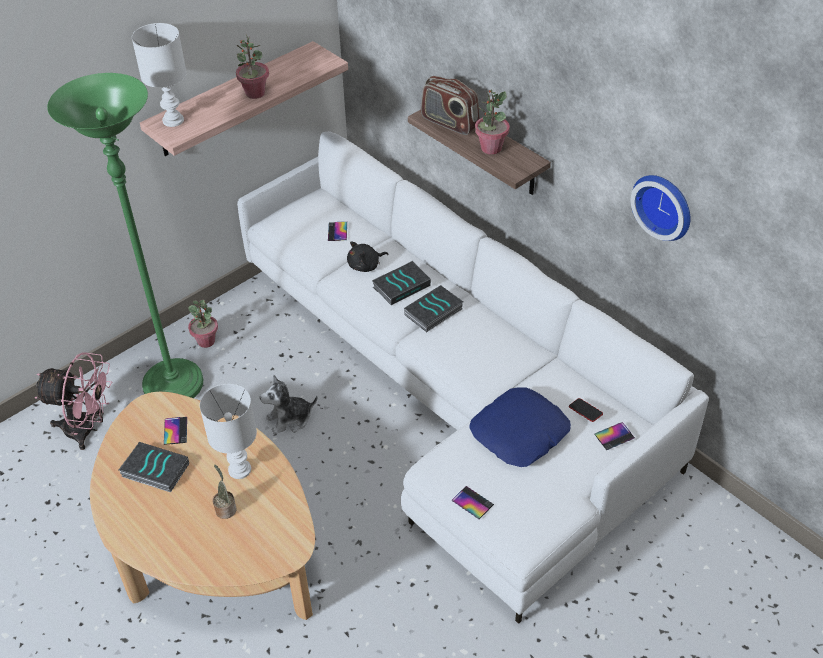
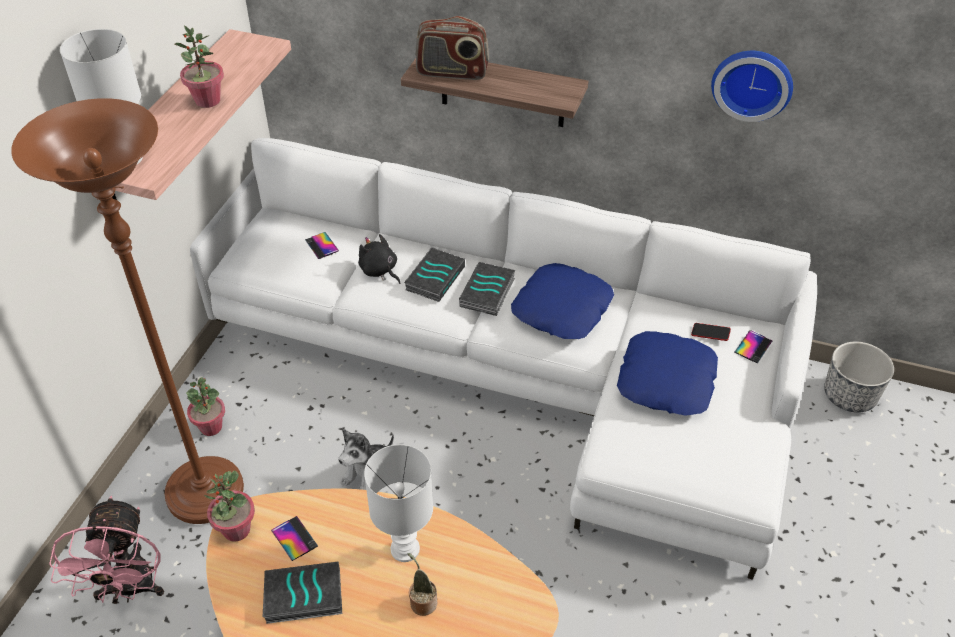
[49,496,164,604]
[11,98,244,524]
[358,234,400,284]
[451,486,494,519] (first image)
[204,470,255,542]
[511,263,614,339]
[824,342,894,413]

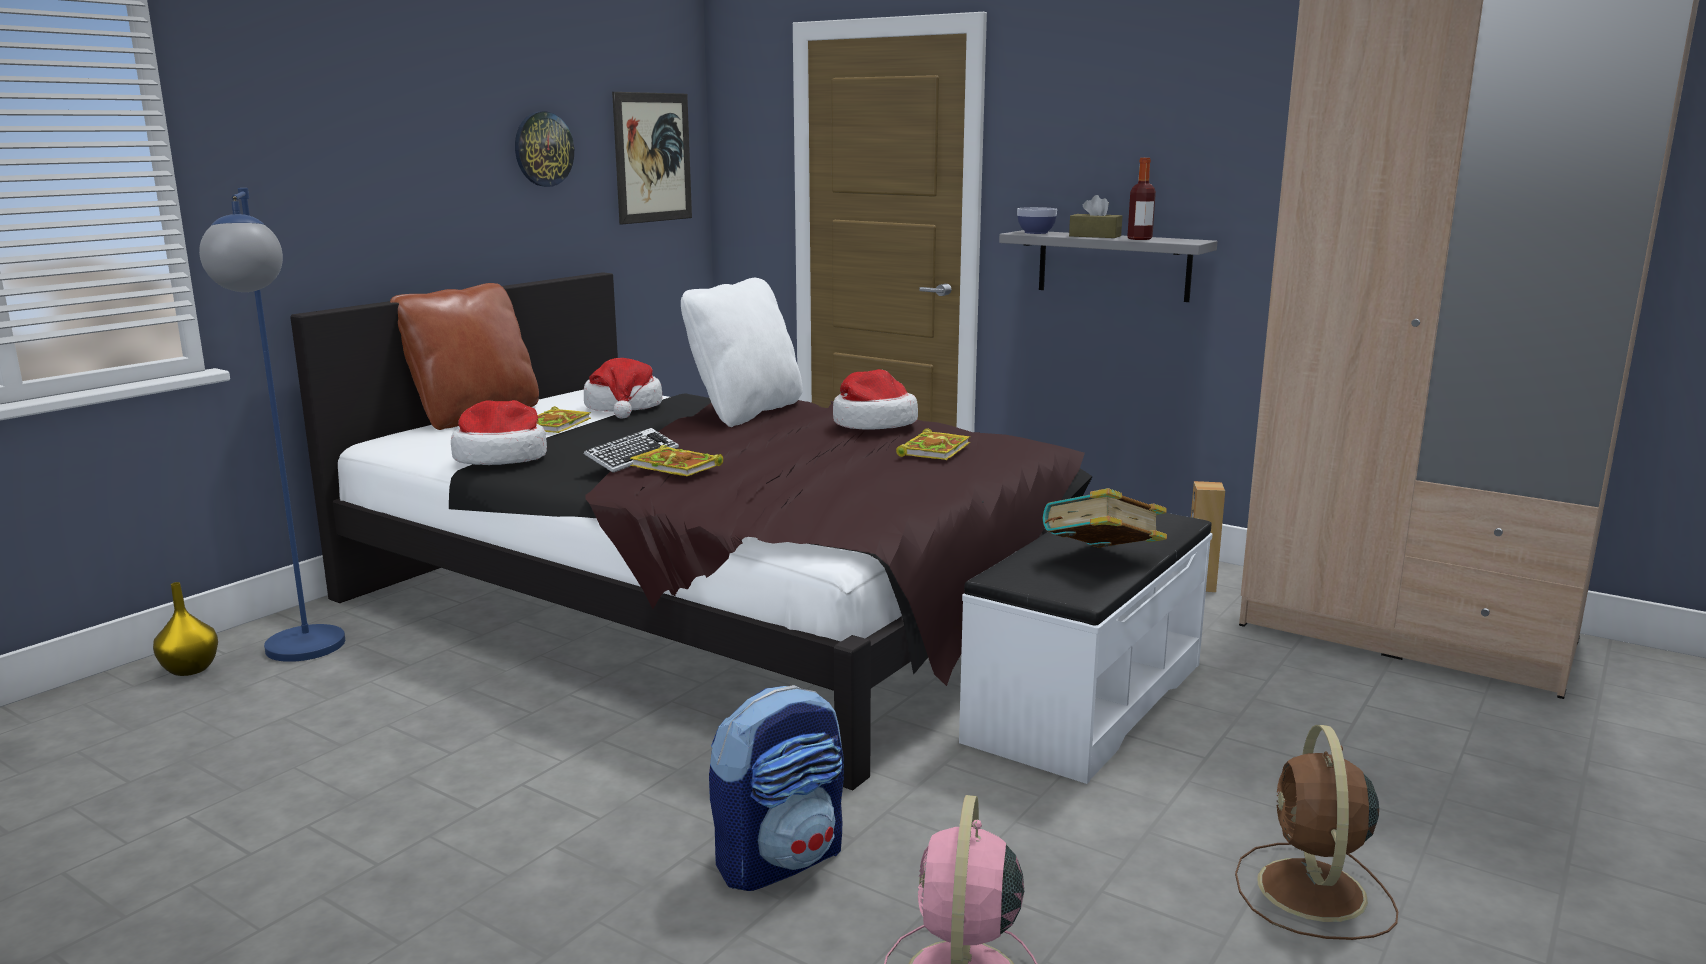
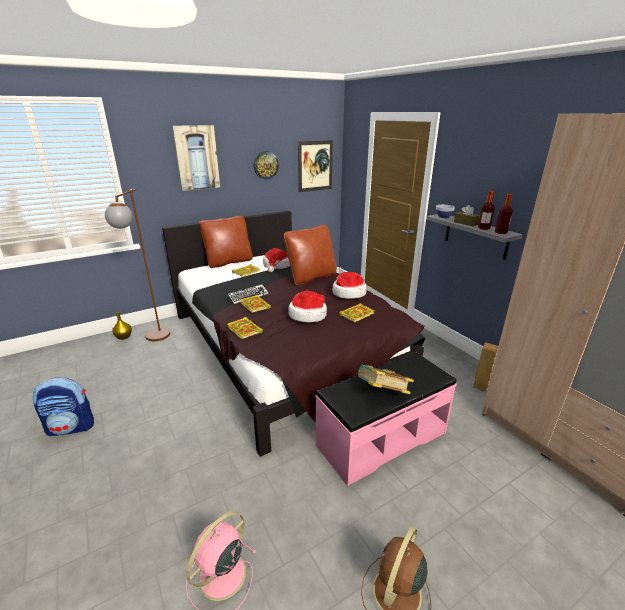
[105,189,170,341]
[288,291,327,323]
[284,225,337,285]
[32,377,94,436]
[315,353,457,486]
[172,125,220,191]
[227,317,263,339]
[495,194,513,234]

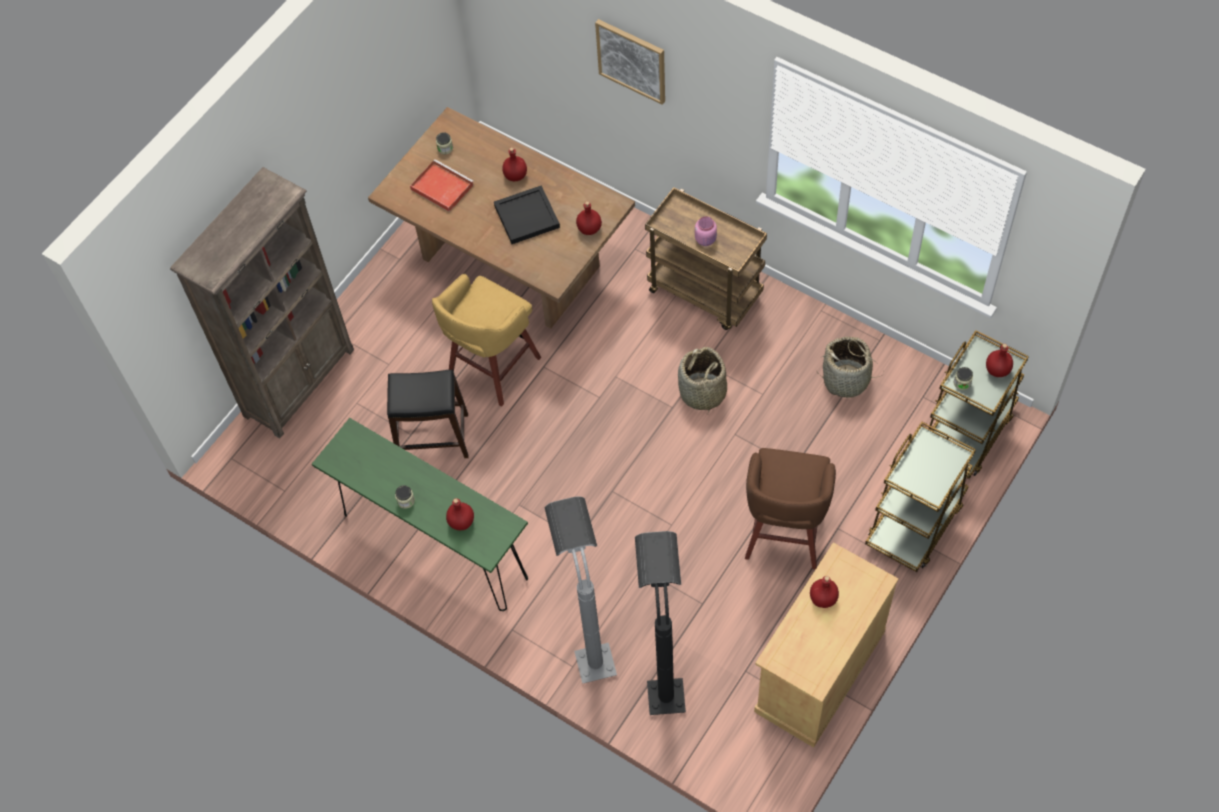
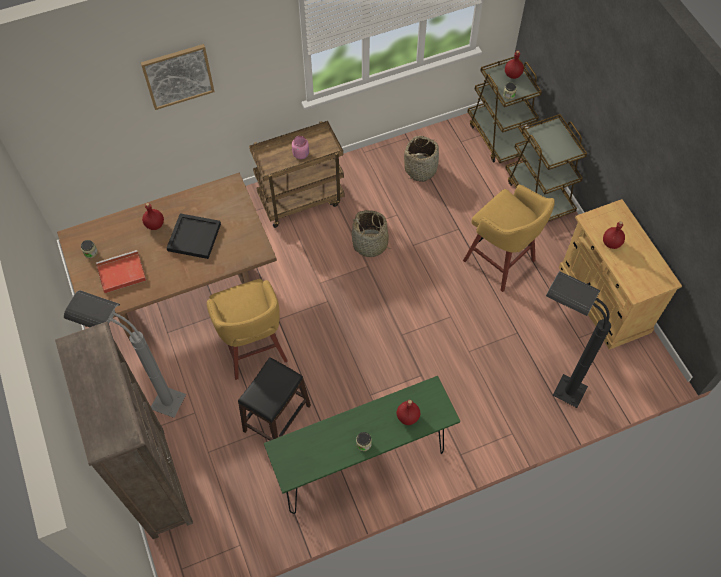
[64,290,186,418]
[576,201,602,235] (first image)
[463,185,555,292]

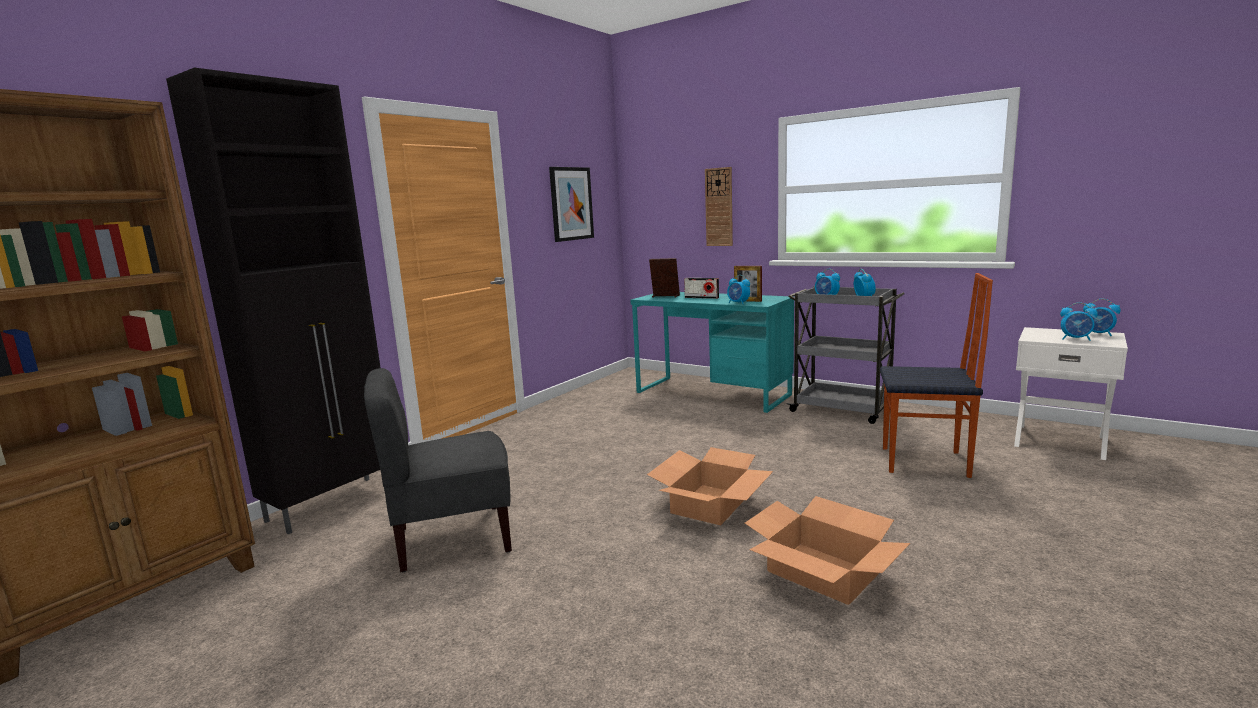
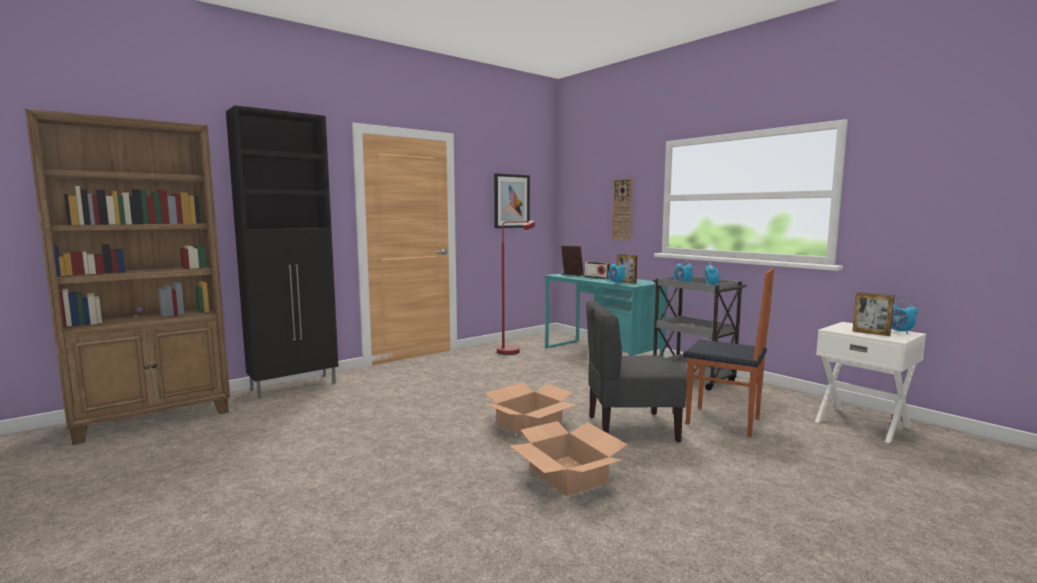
[586,301,687,443]
[853,292,894,336]
[497,220,536,355]

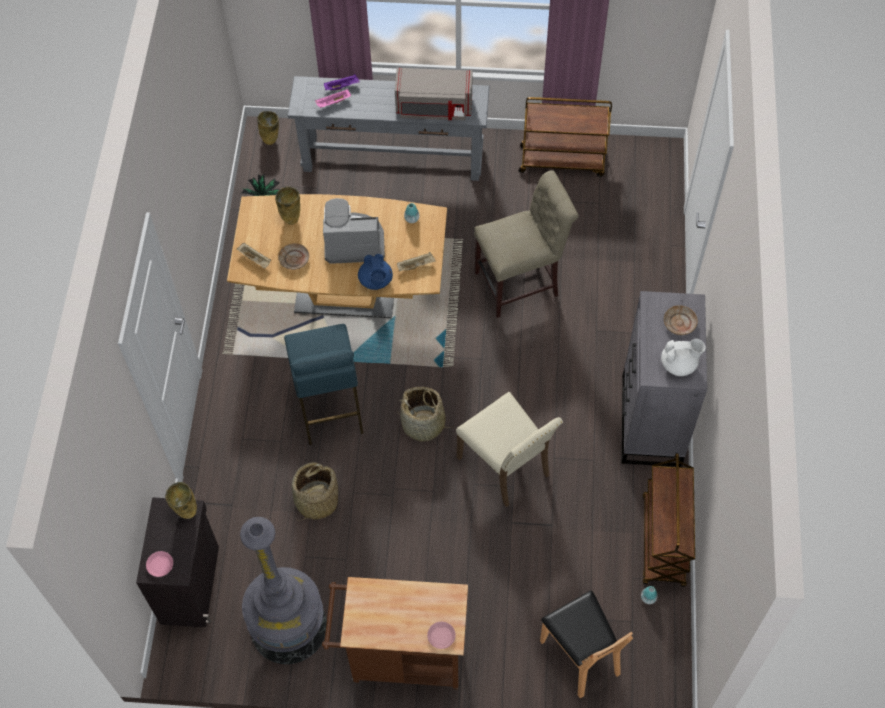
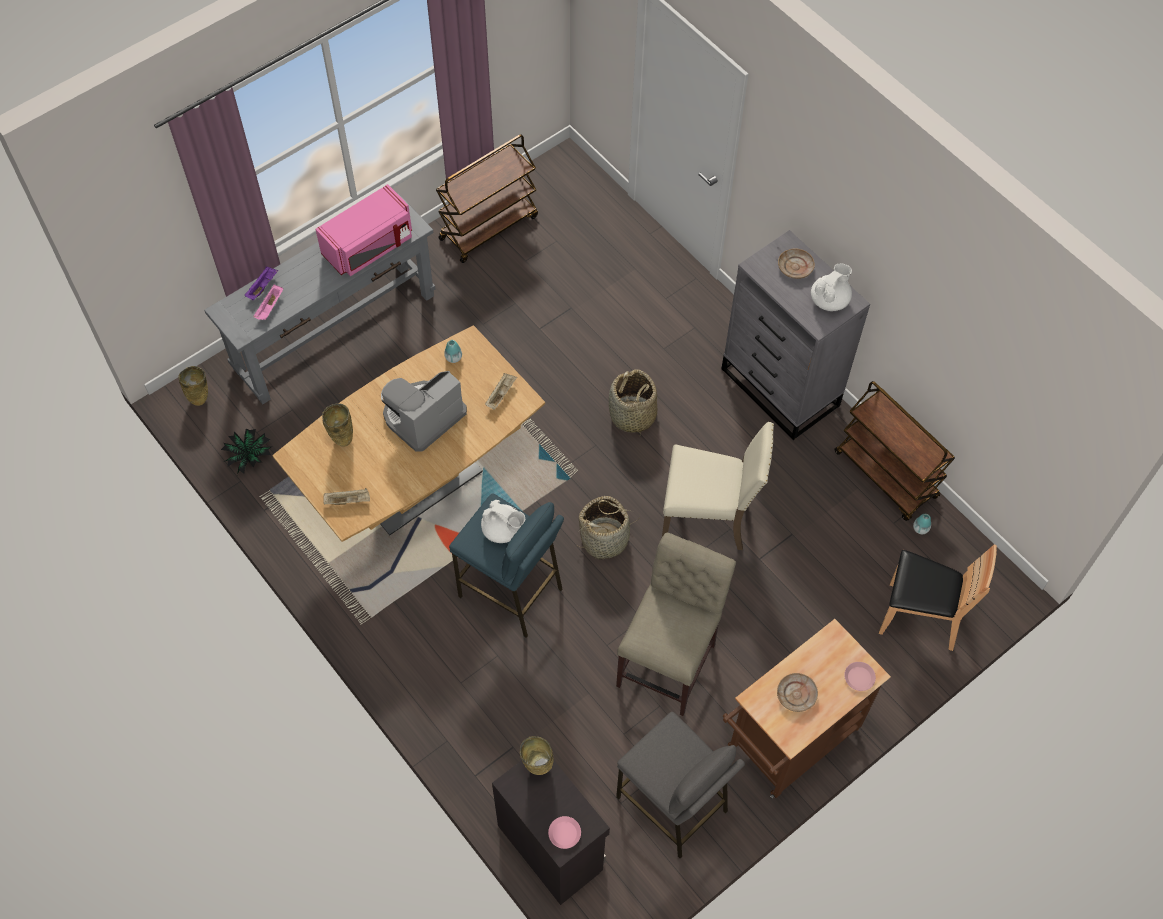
[616,712,745,858]
[777,673,818,712]
[609,369,657,437]
[358,254,393,290] (first image)
[315,184,412,276]
[616,533,736,716]
[481,500,525,543]

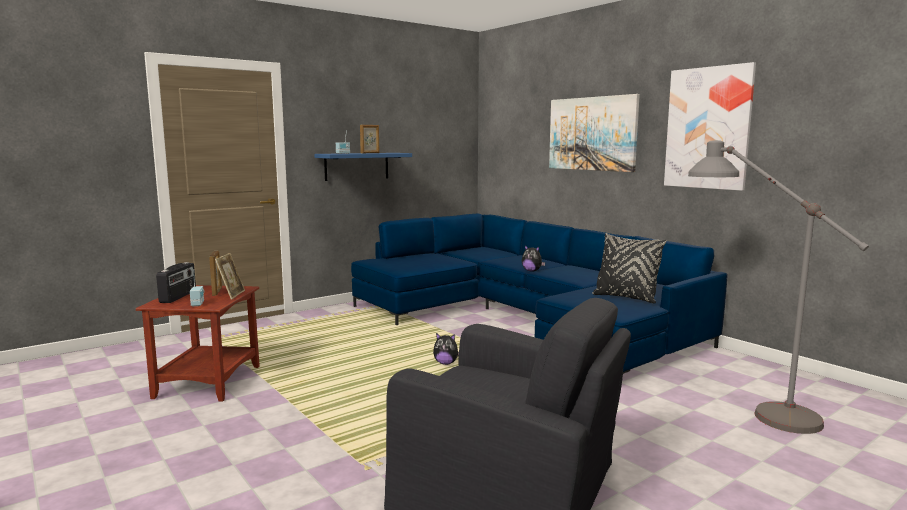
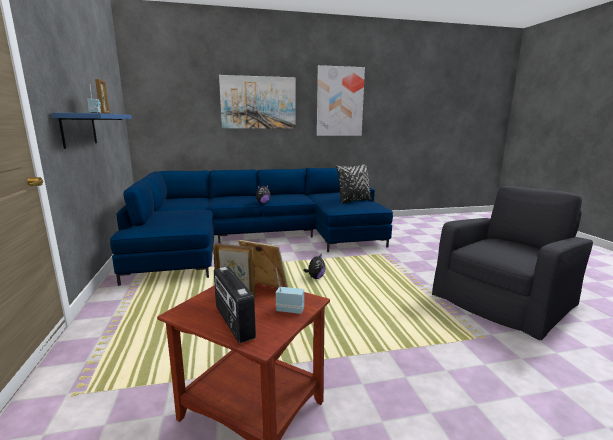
[214,267,256,343]
[688,140,869,434] (first image)

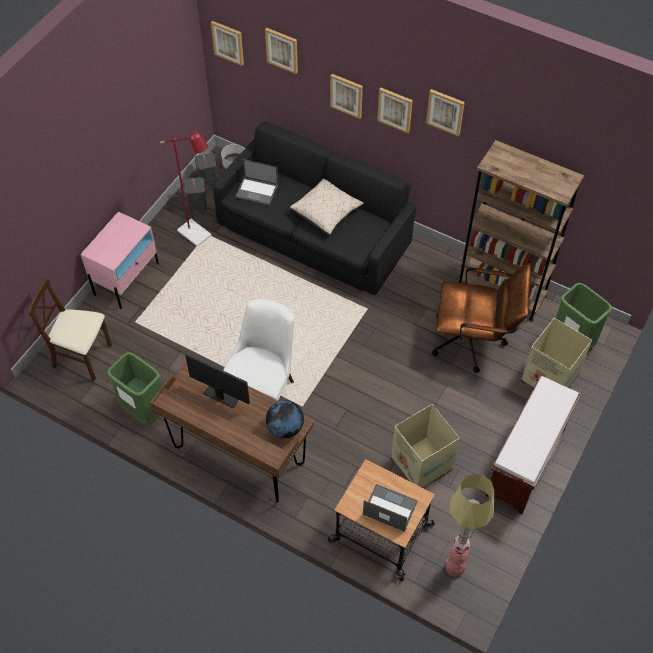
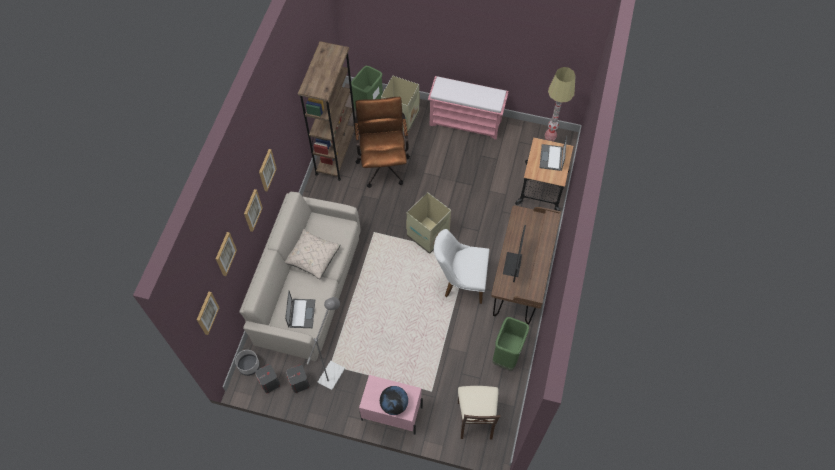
[307,297,345,390]
[239,192,361,361]
[380,386,408,415]
[406,192,451,254]
[426,89,465,136] (first image)
[428,76,508,140]

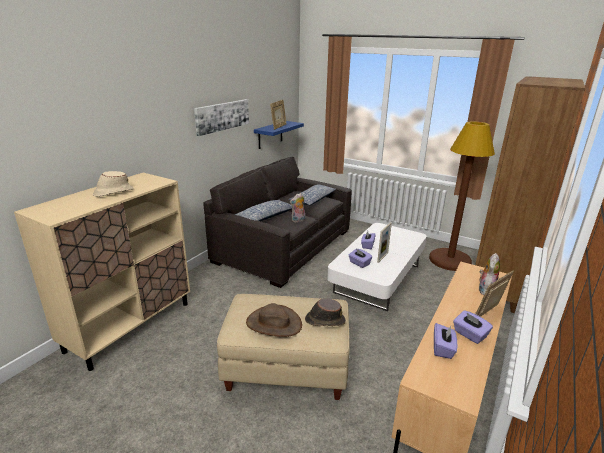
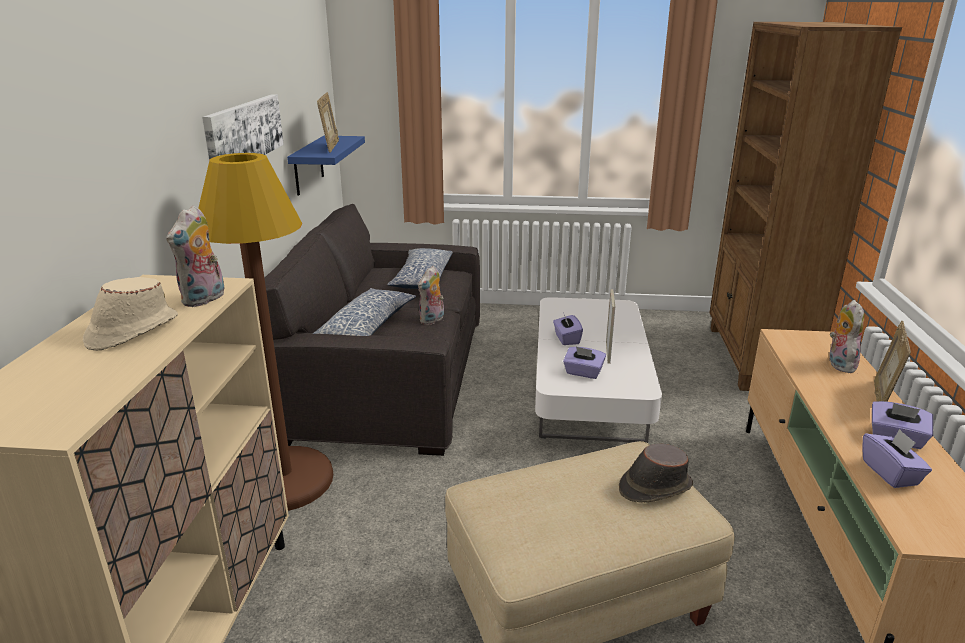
[246,303,302,337] (first image)
[198,153,333,511]
[166,205,225,307]

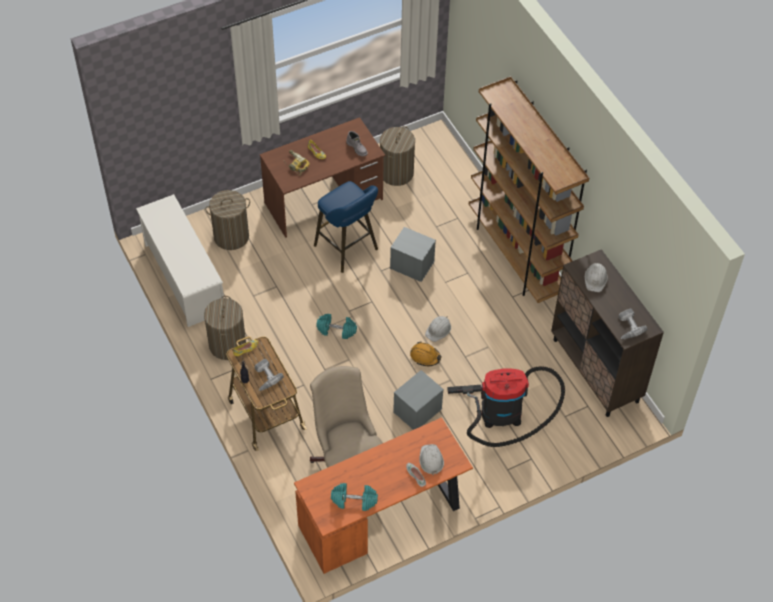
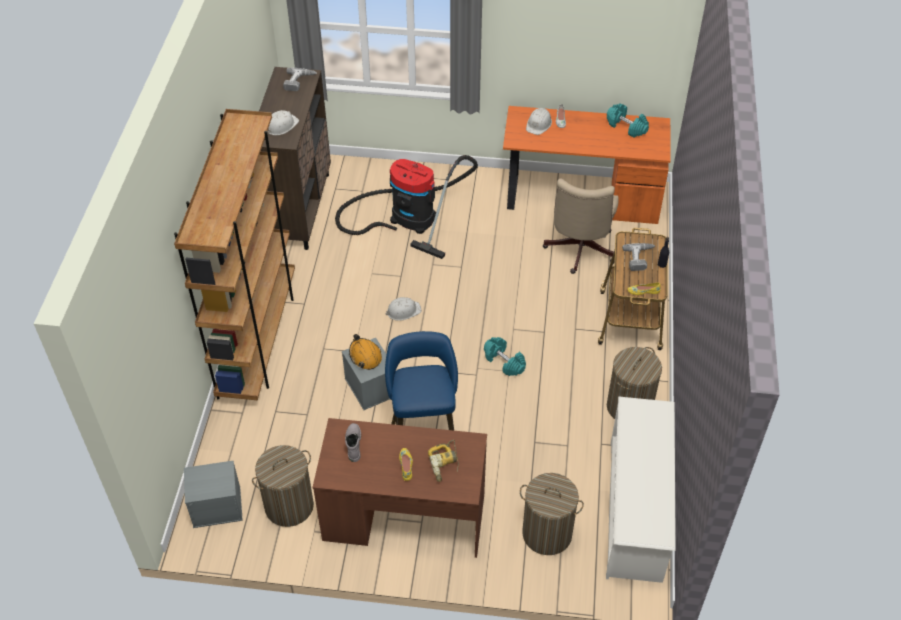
[184,460,243,528]
[349,334,382,370]

